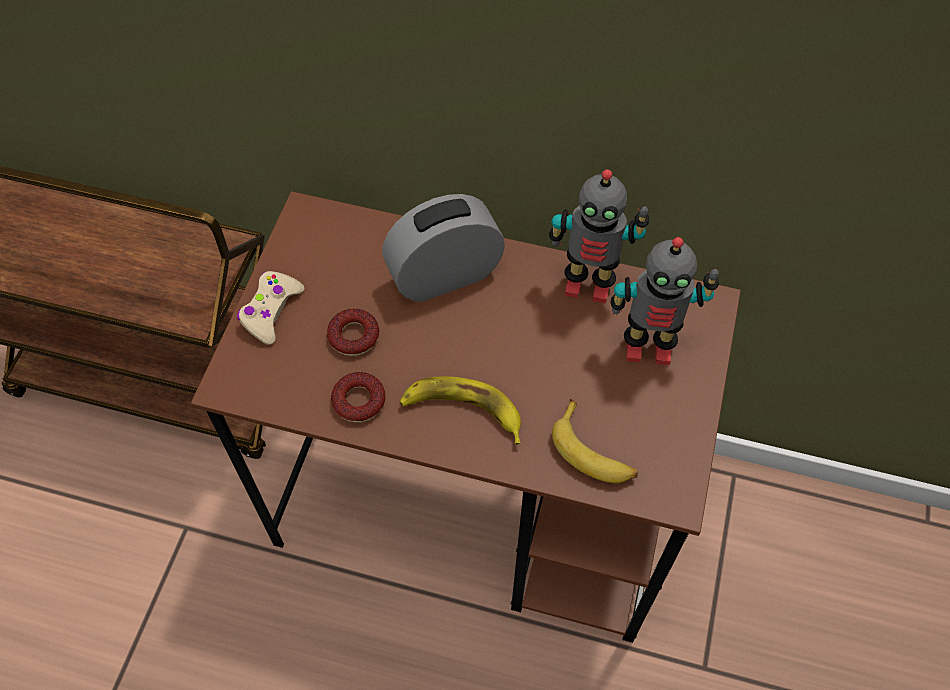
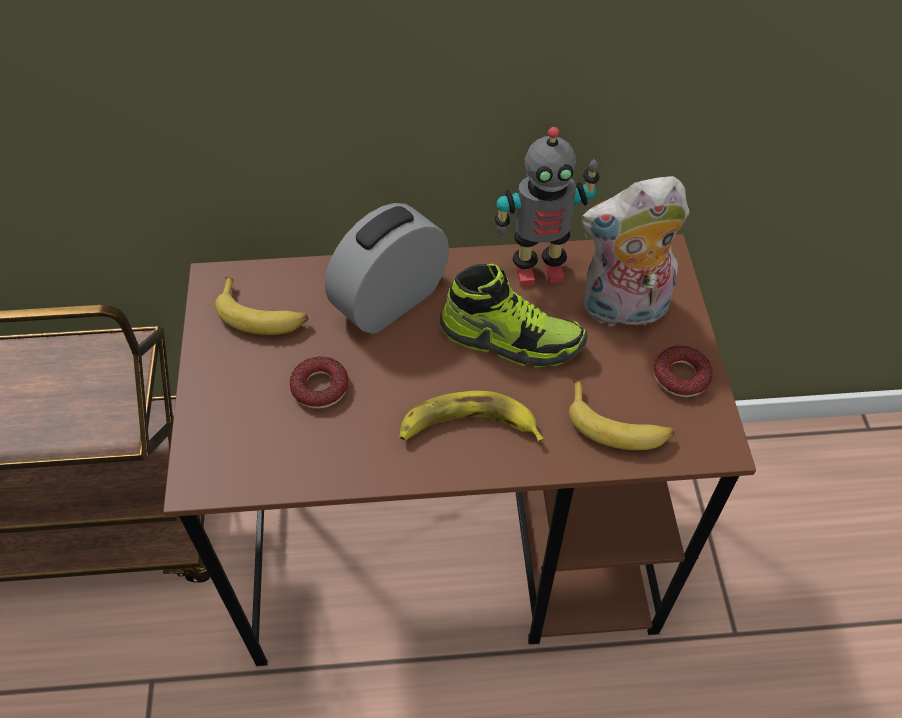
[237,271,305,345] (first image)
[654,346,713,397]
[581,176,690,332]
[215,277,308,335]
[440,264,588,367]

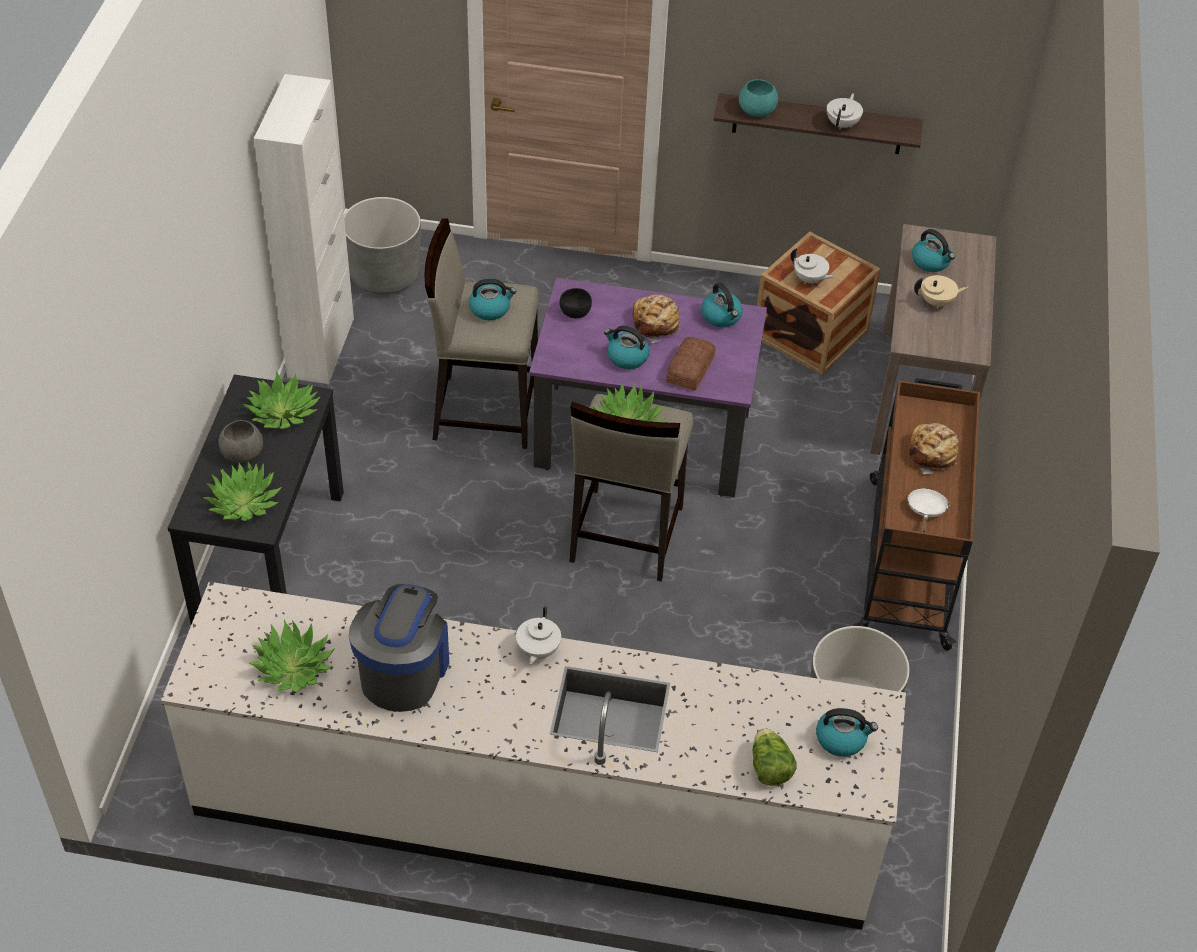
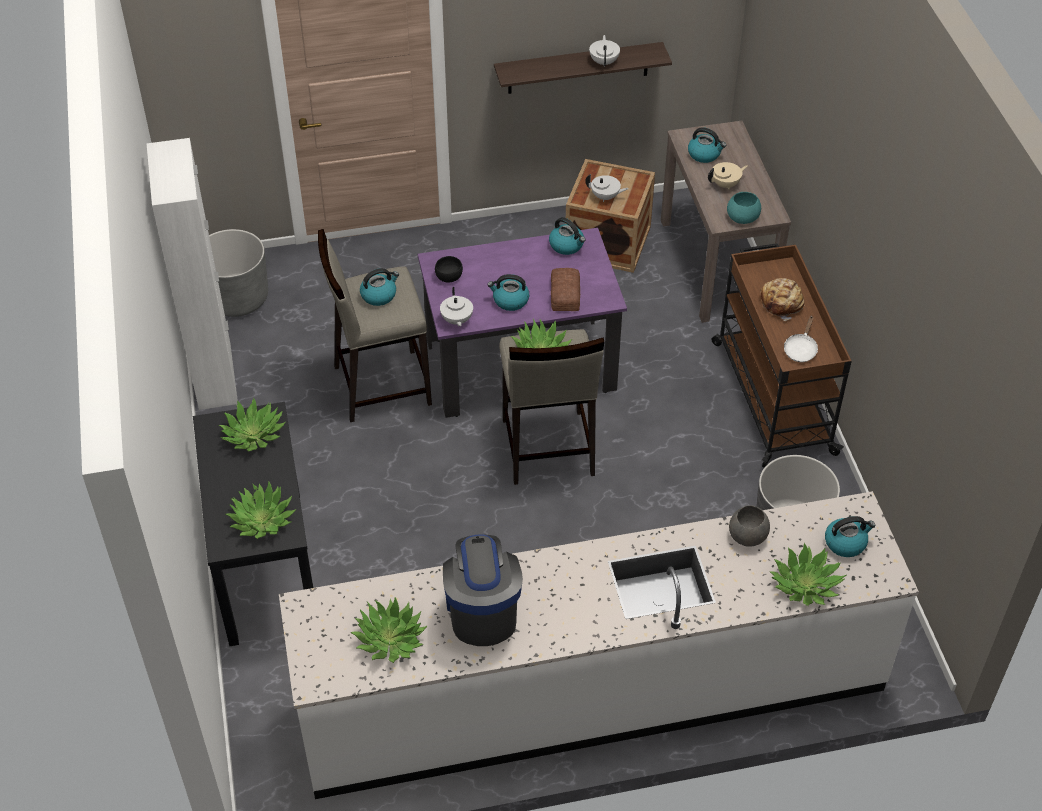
[729,505,770,547]
[440,287,473,326]
[633,295,681,343] (first image)
[727,192,761,224]
[770,543,846,606]
[784,315,818,362]

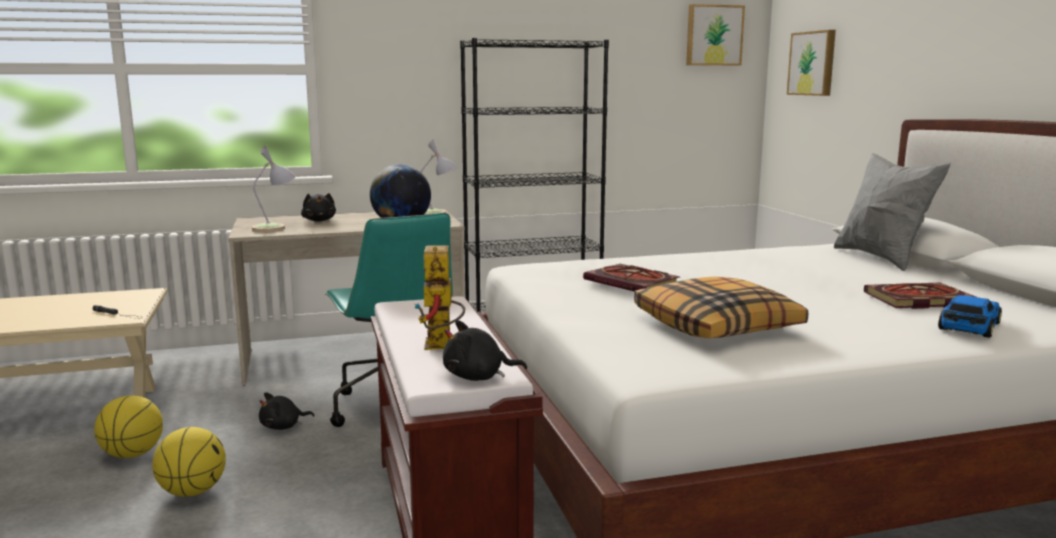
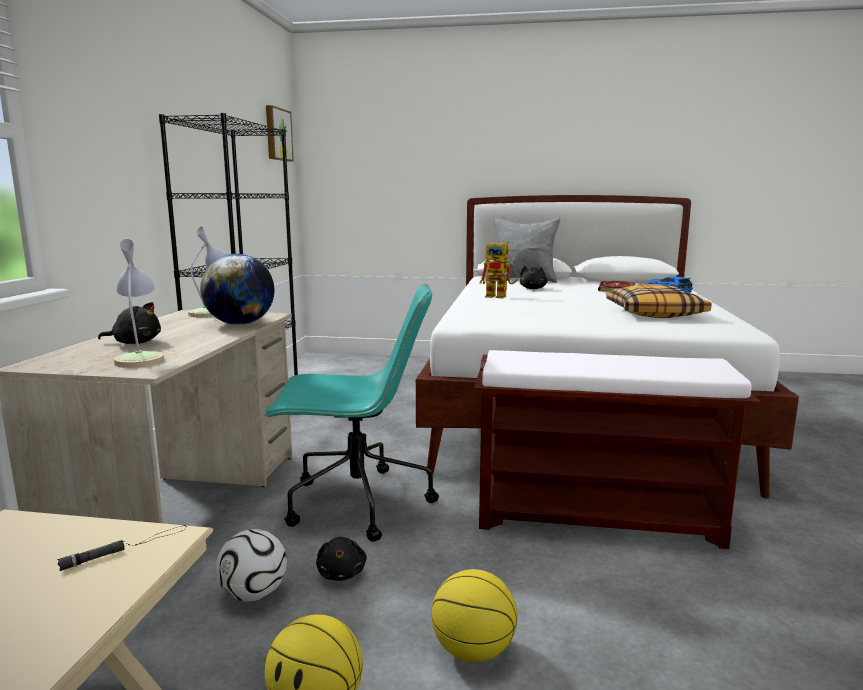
[480,241,519,298]
[520,266,548,289]
[583,264,680,292] (first image)
[787,30,836,96] (first image)
[216,529,287,602]

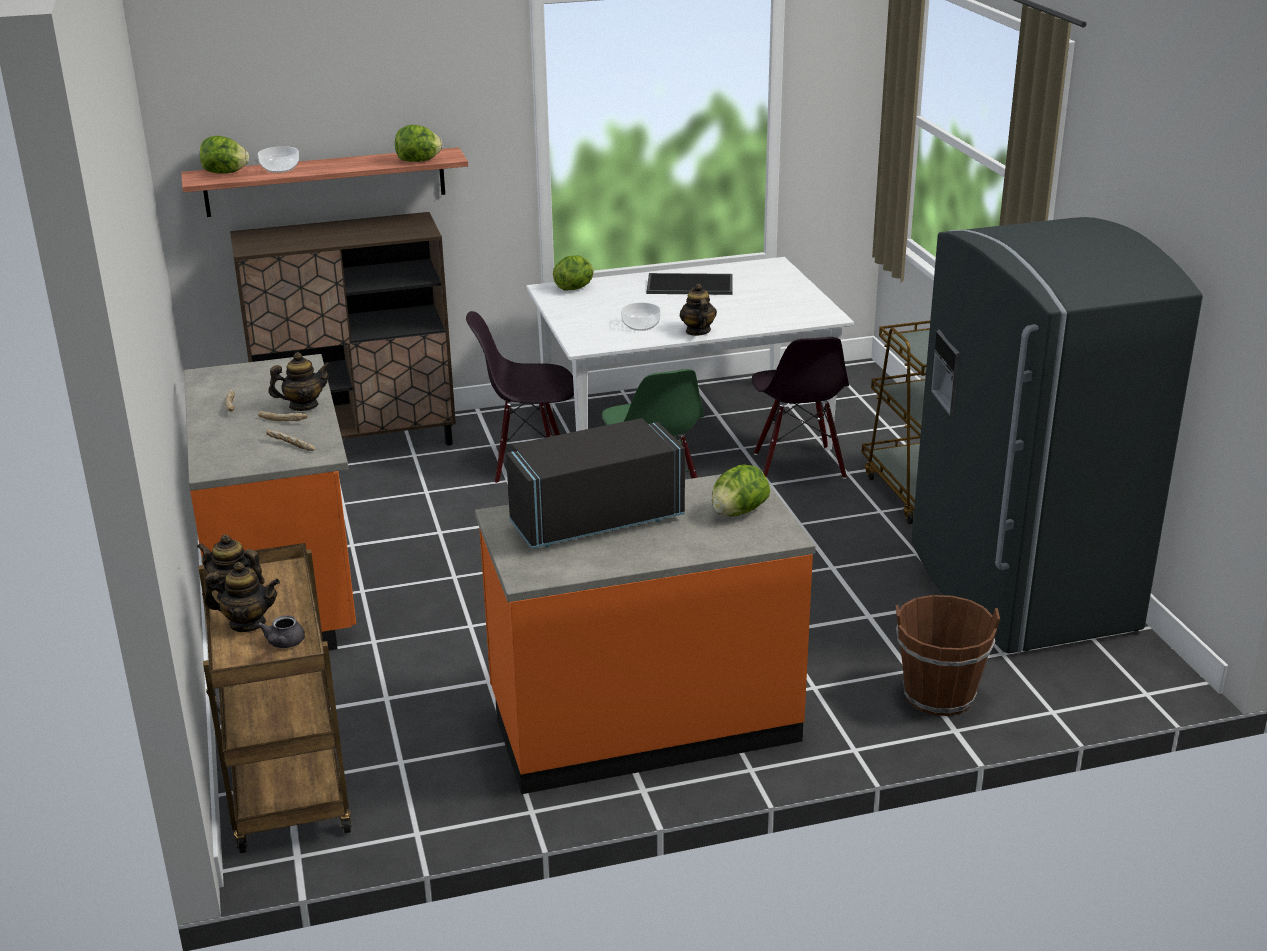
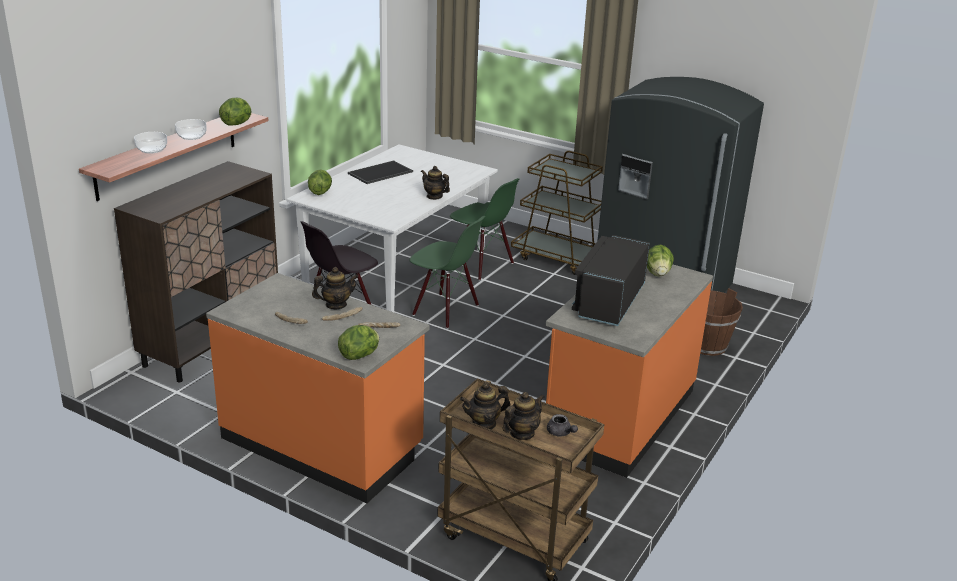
[338,325,379,360]
[312,267,358,309]
[175,119,207,140]
[450,178,519,281]

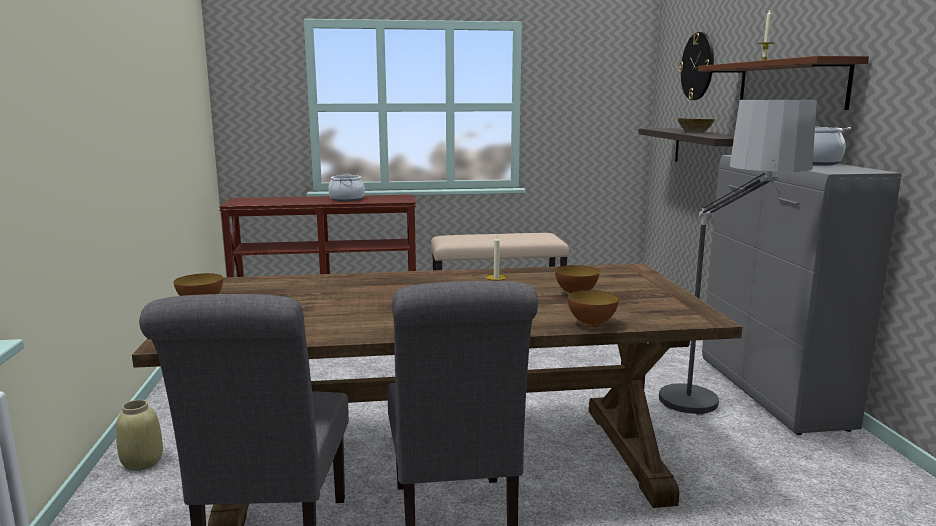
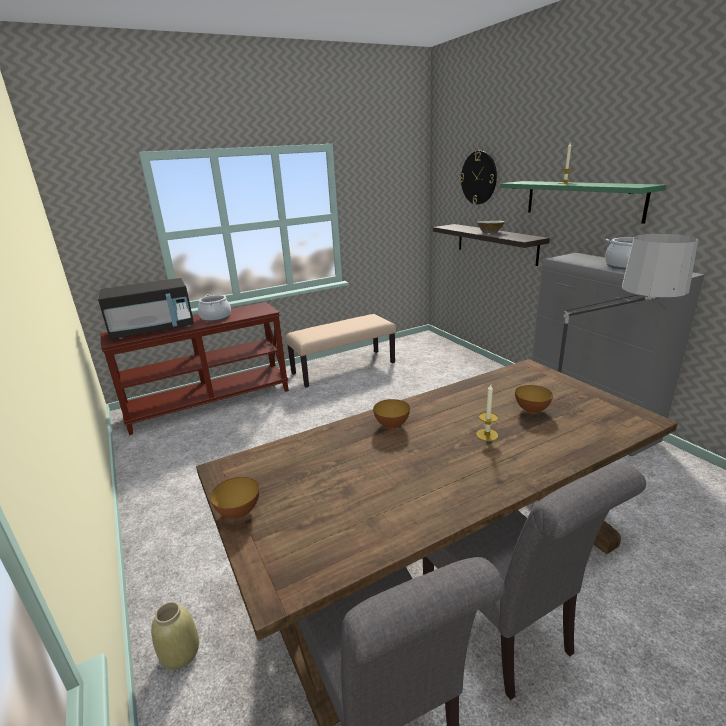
[373,399,410,429]
[500,181,666,224]
[98,278,194,339]

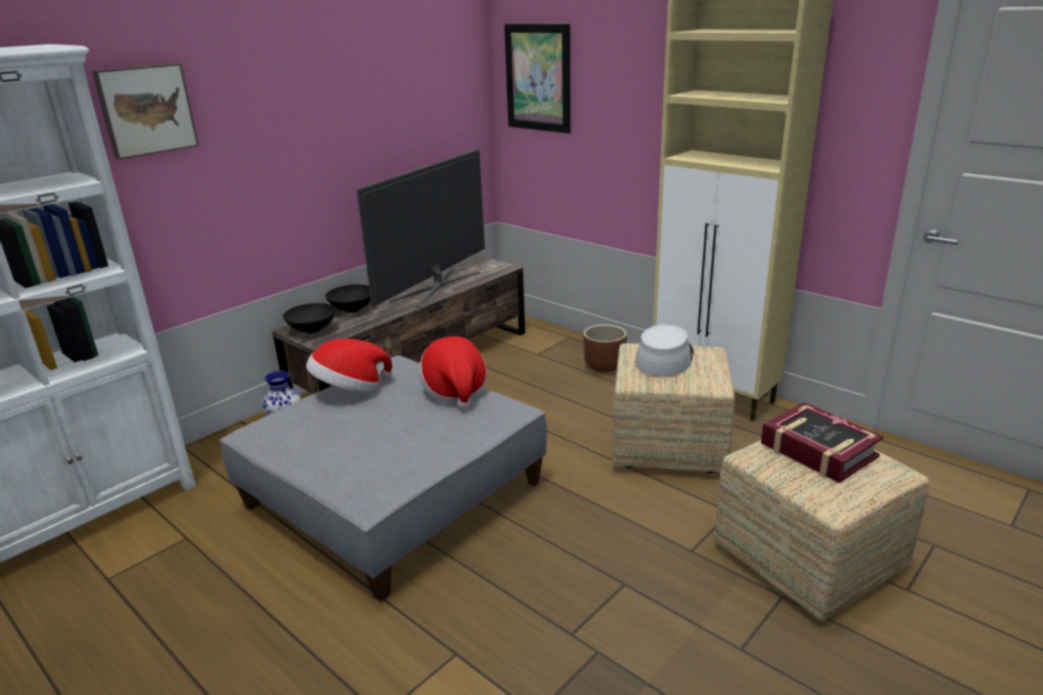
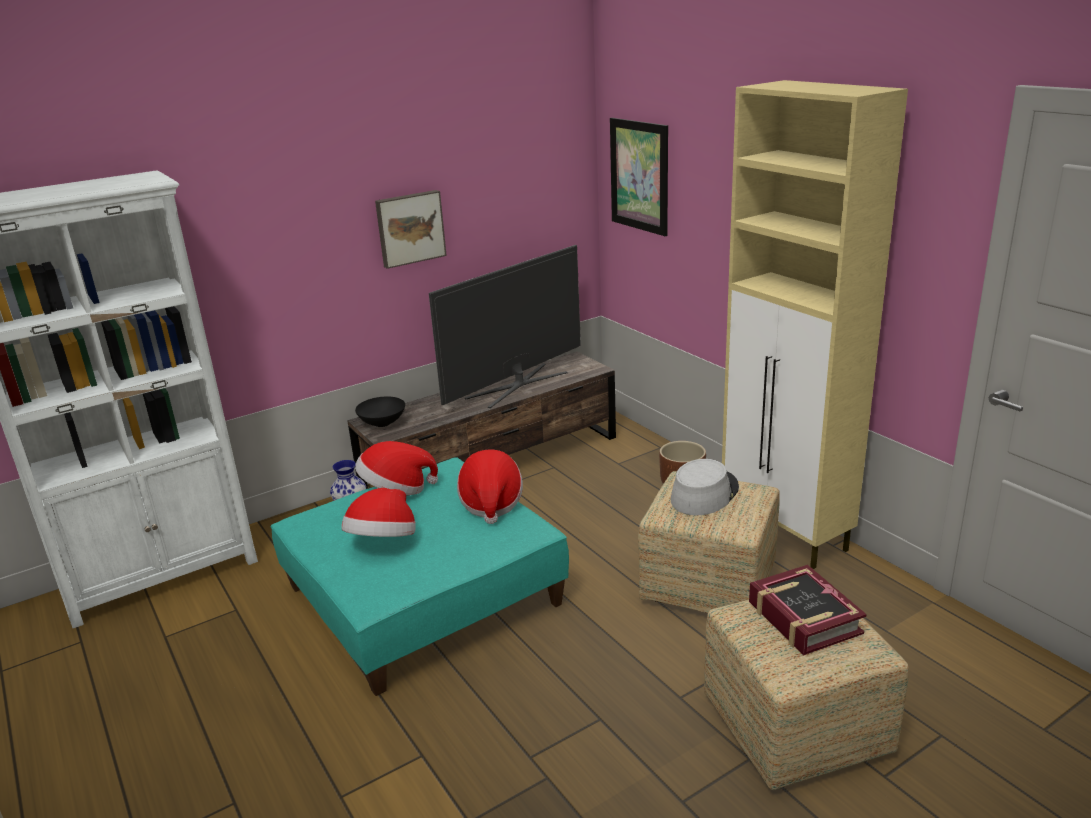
[375,190,447,269]
[271,458,569,696]
[326,285,371,313] (first image)
[341,488,416,537]

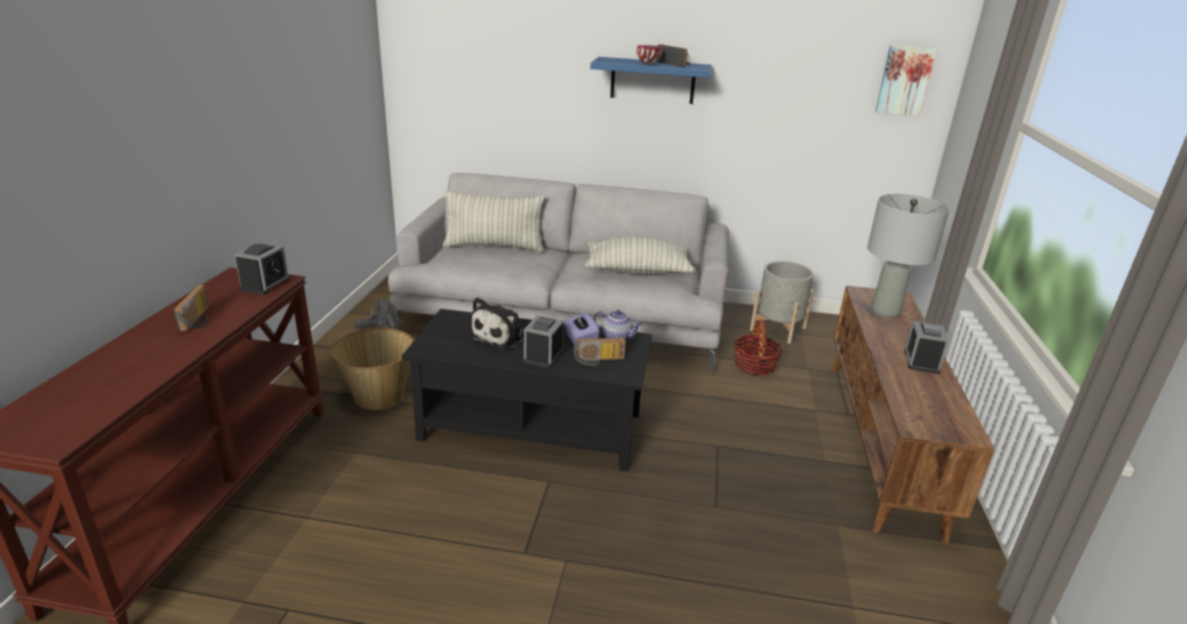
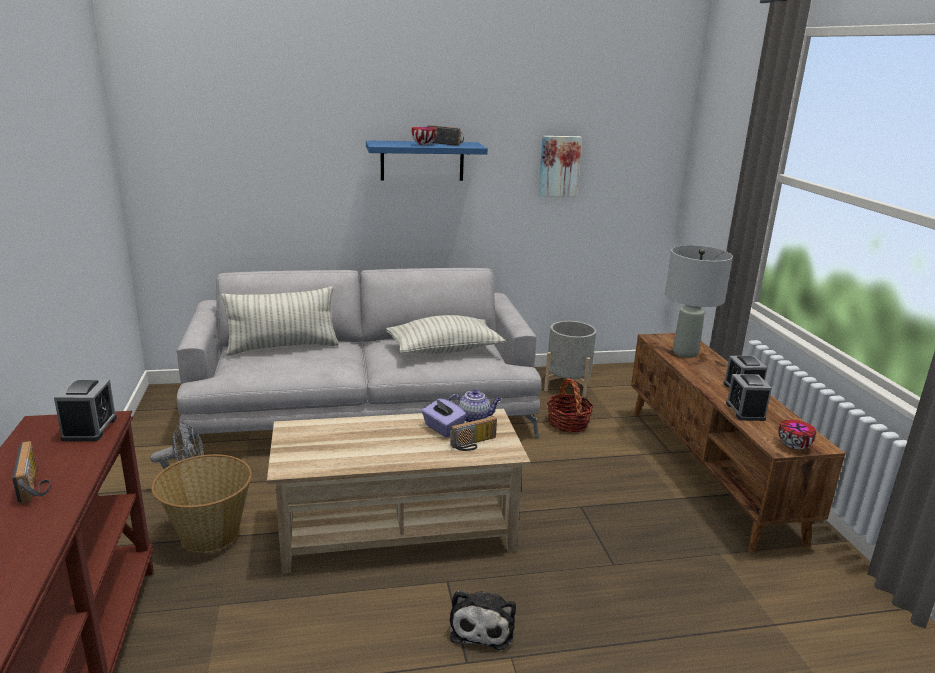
[267,409,531,574]
[450,590,516,650]
[726,374,772,421]
[538,136,582,196]
[778,419,816,449]

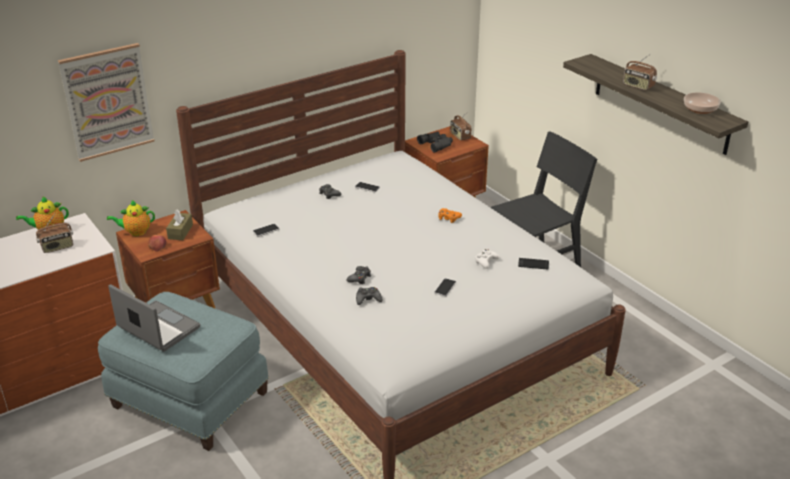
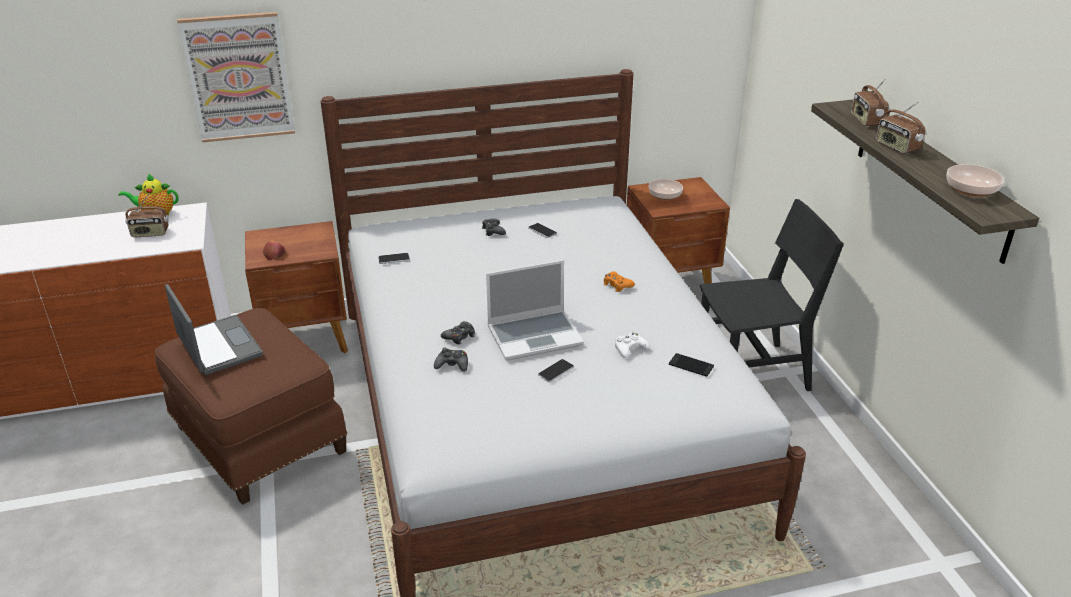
[155,308,347,505]
[107,200,155,236] (first image)
[166,210,193,240] (first image)
[649,179,683,201]
[852,78,889,127]
[486,260,584,361]

